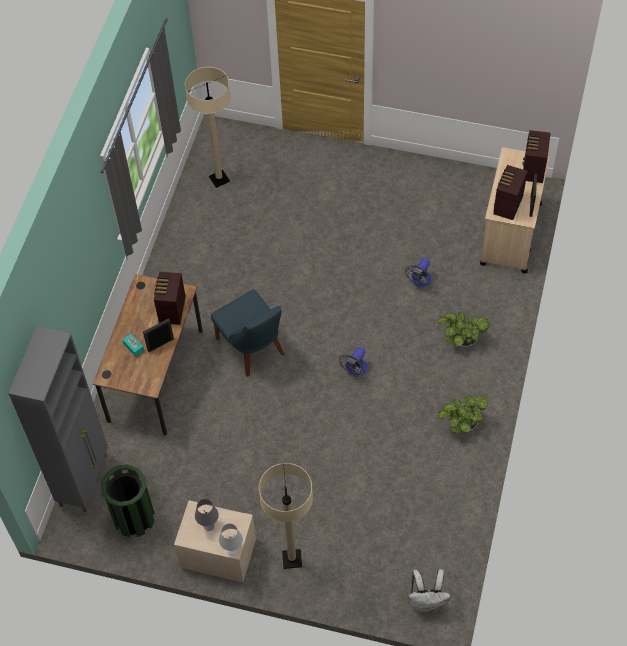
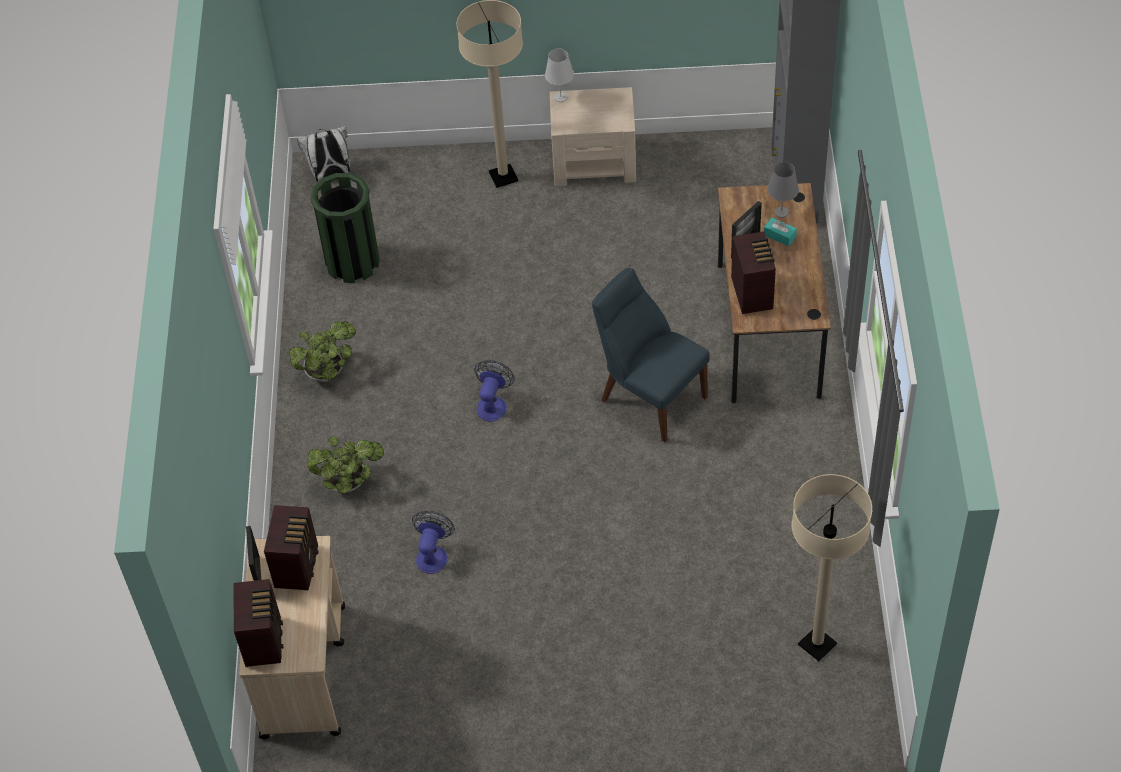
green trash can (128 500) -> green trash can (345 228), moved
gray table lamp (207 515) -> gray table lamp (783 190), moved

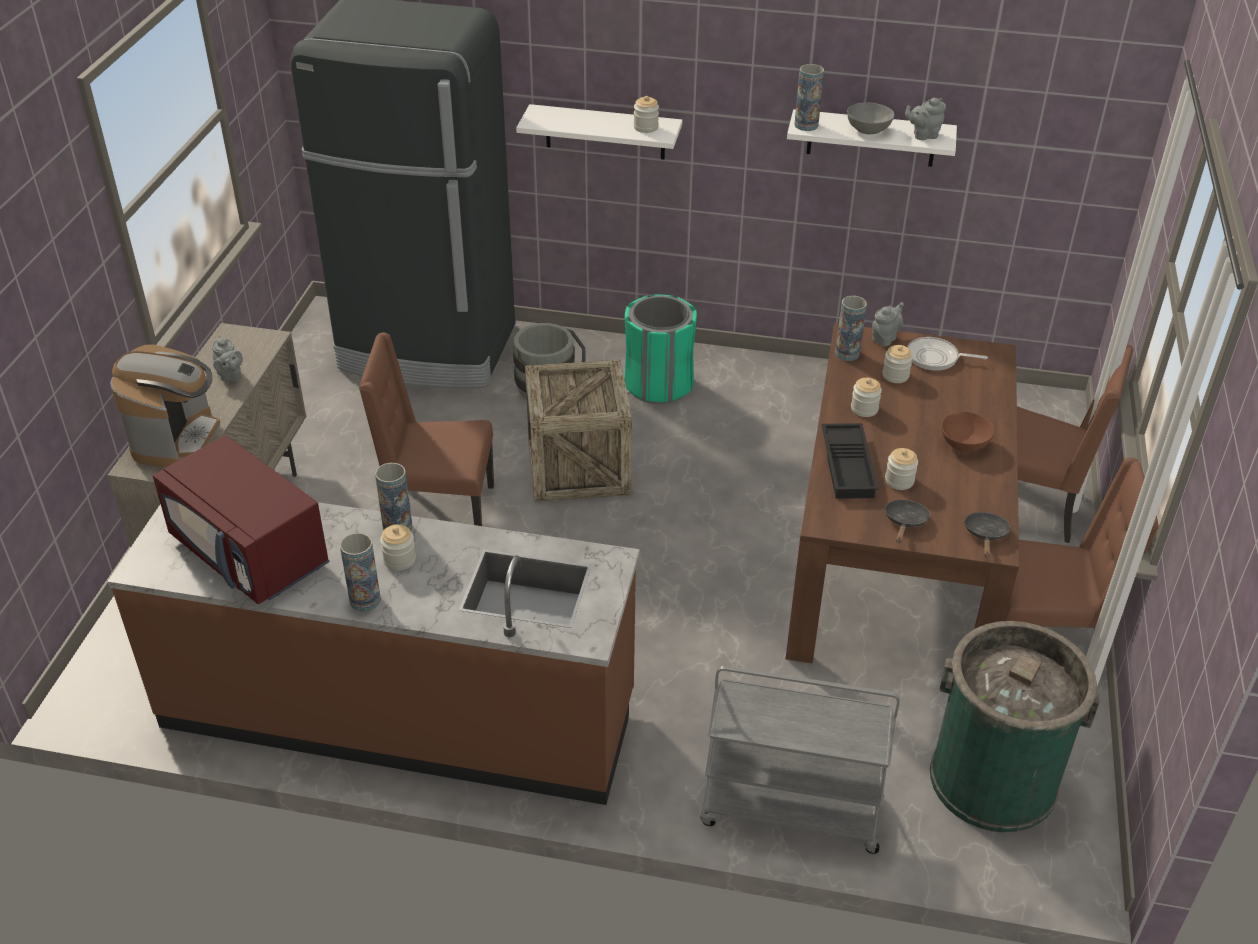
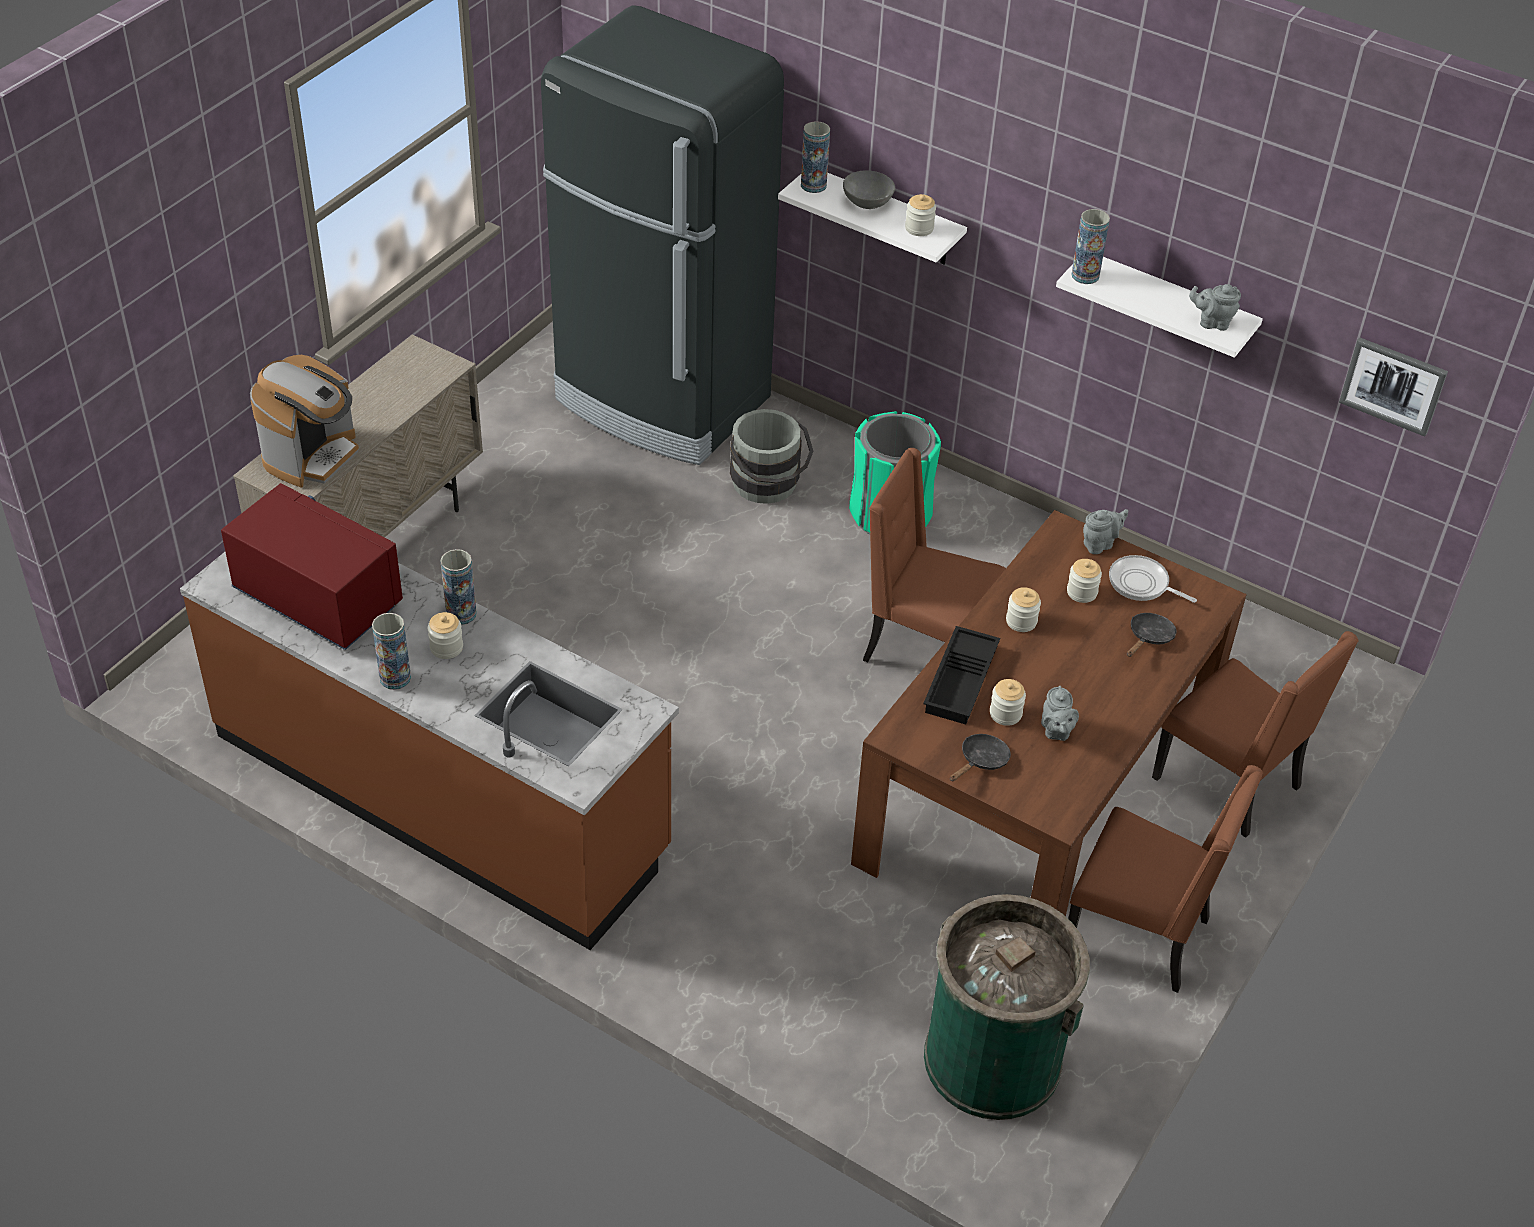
reddish kitchen microwave (241 520) -> reddish kitchen microwave (312 566), 150 degrees clockwise
vase (851 328) -> vase (815 157), moved
gray serving bowl (871 118) -> gray serving bowl (869 189), moved
brownish upright chair (426 429) -> brownish upright chair (934 555), moved
gray teapot (227 359) -> gray teapot (1060 713), moved
blackish frying pan (987 534) -> blackish frying pan (1152 635), moved
none -> wall picture (1393 387)
packing crate (578 431) -> none
gray trolley (800 760) -> none
brownish serving bowl (967 431) -> none

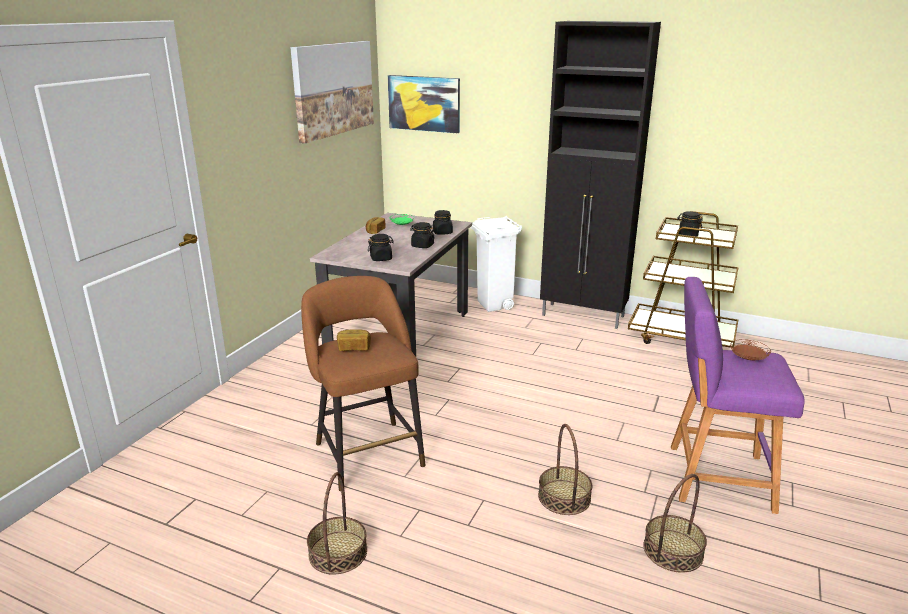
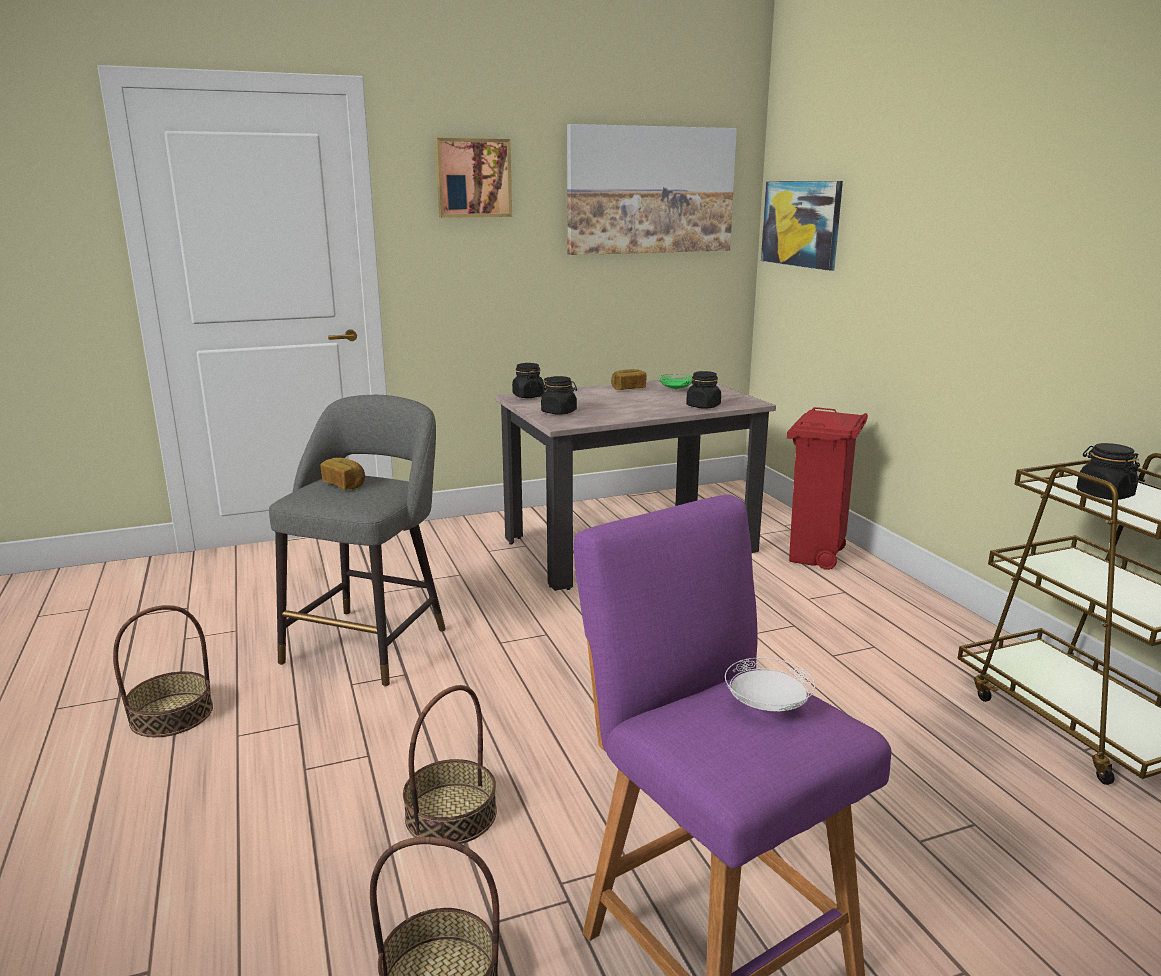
brownish stool (363 383) -> gray stool (357 540)
none -> wall picture (473 178)
blackish storage jar (422 235) -> blackish storage jar (528 380), moved
brownish plate (750 349) -> white-coloured plate (770 684)
white-coloured trash can (496 264) -> reddish trash can (827 488)
blackish cabinet (600 175) -> none

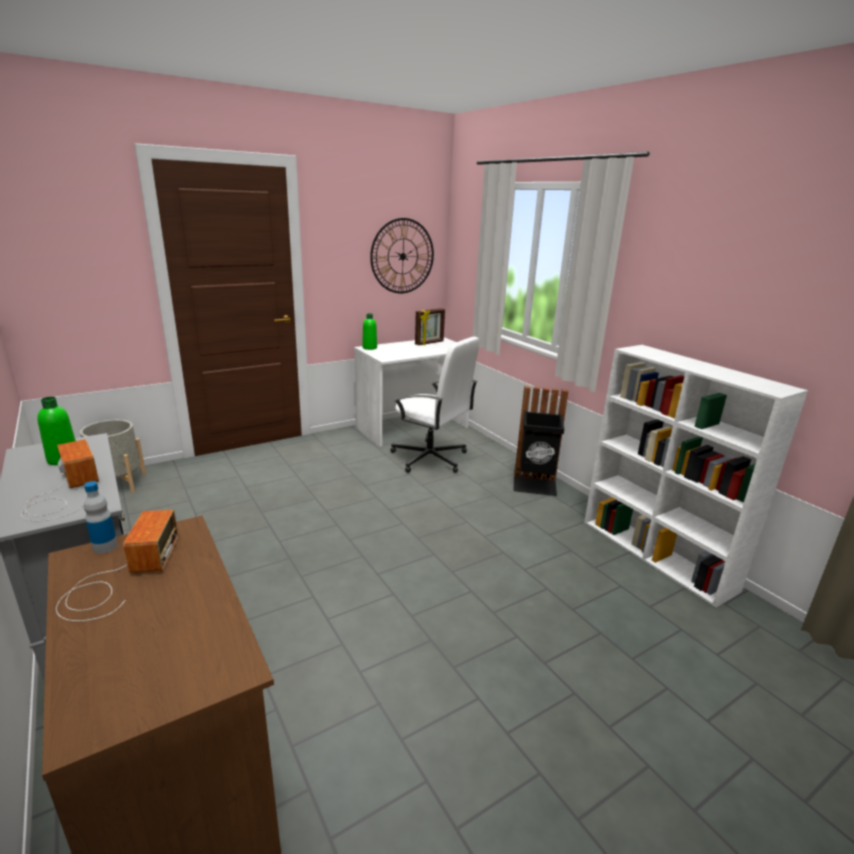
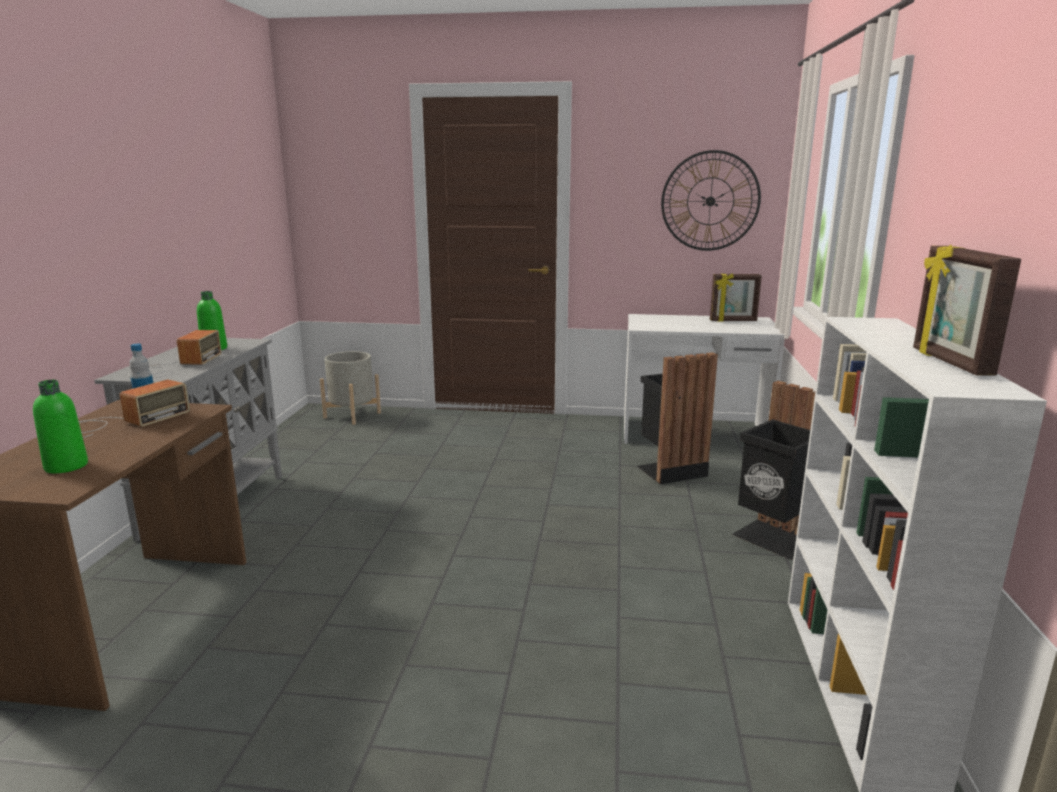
green bottle (369 331) -> green bottle (60 426), moved
white-coloured computer chair (435 405) -> blackish trash can (677 418)
none -> picture frame (967 310)

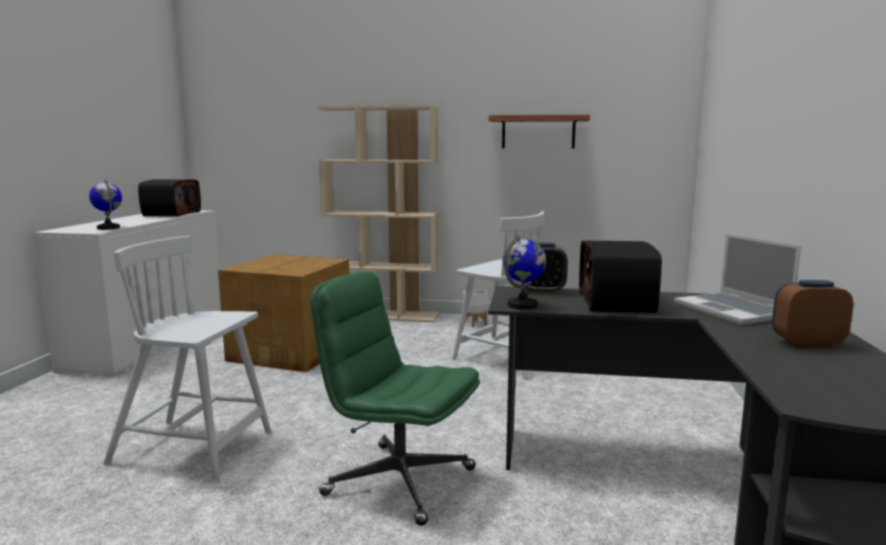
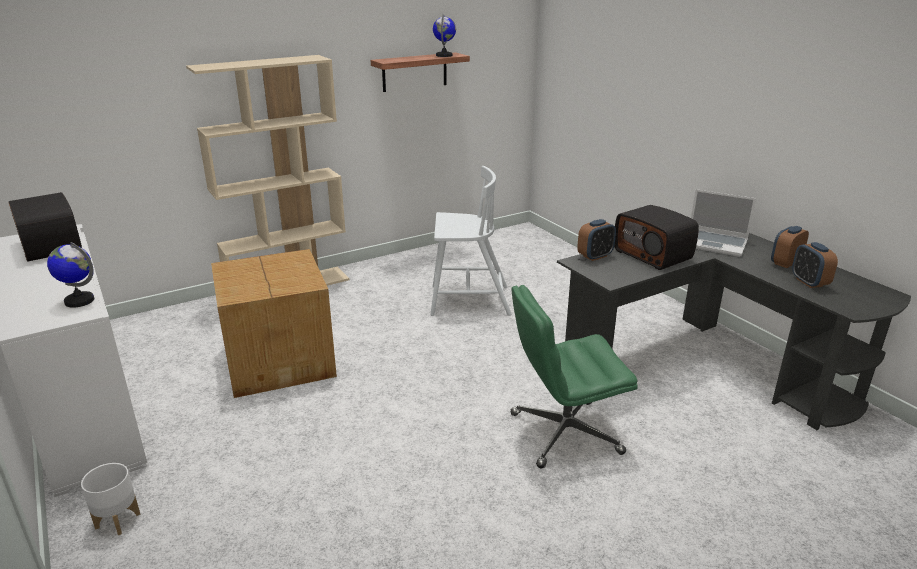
white-coloured flower pot (475 308) -> white-coloured flower pot (110 499), moved
globe (524 272) -> globe (444 35), moved
none -> bedside clock (815 265)
white-coloured upright chair (187 358) -> none

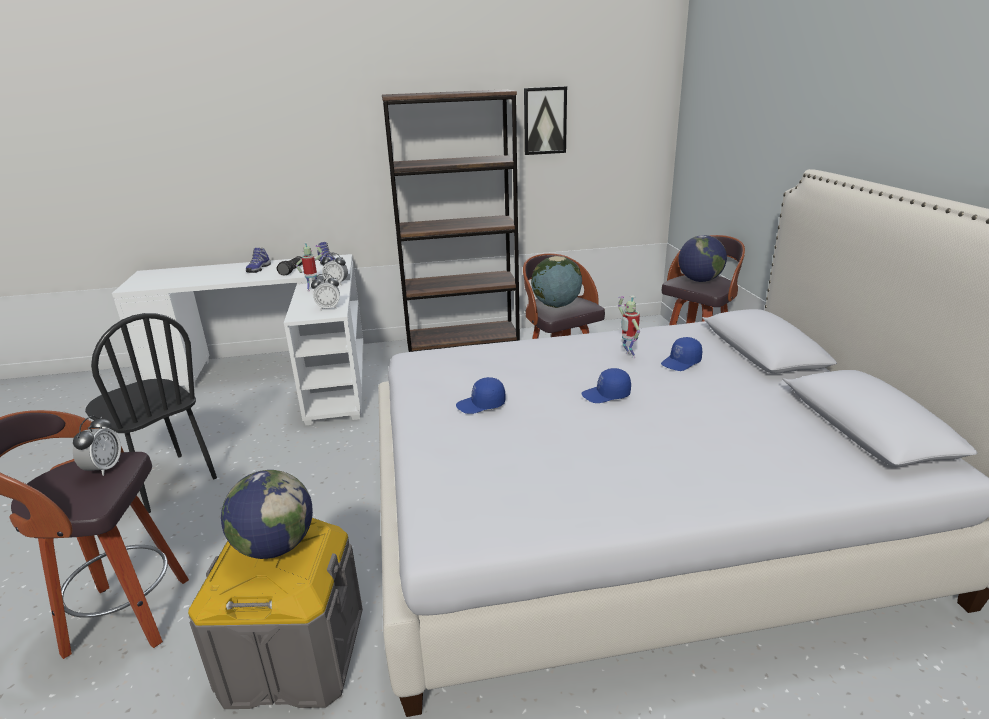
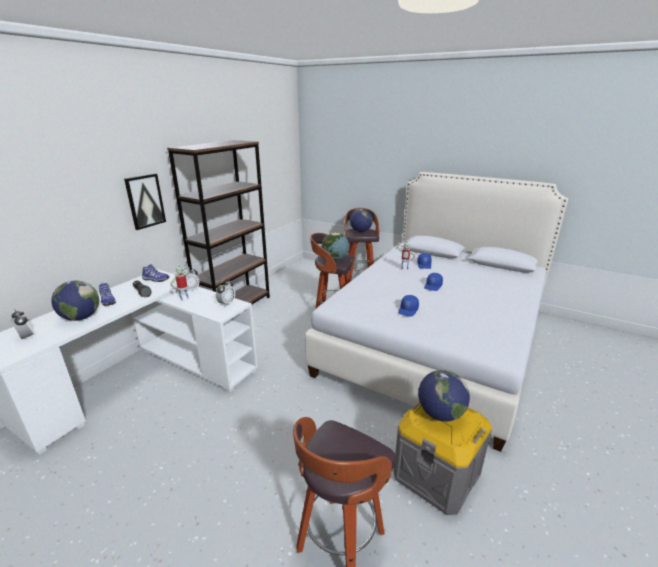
bedside clock (97 446) -> bedside clock (22 324), moved
none -> globe (75 300)
wall picture (545 120) -> wall picture (145 201), moved
blackish upright chair (151 413) -> none

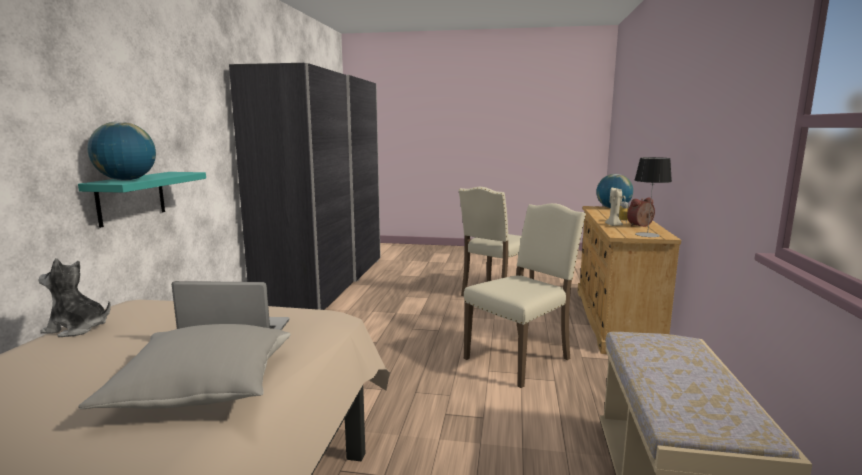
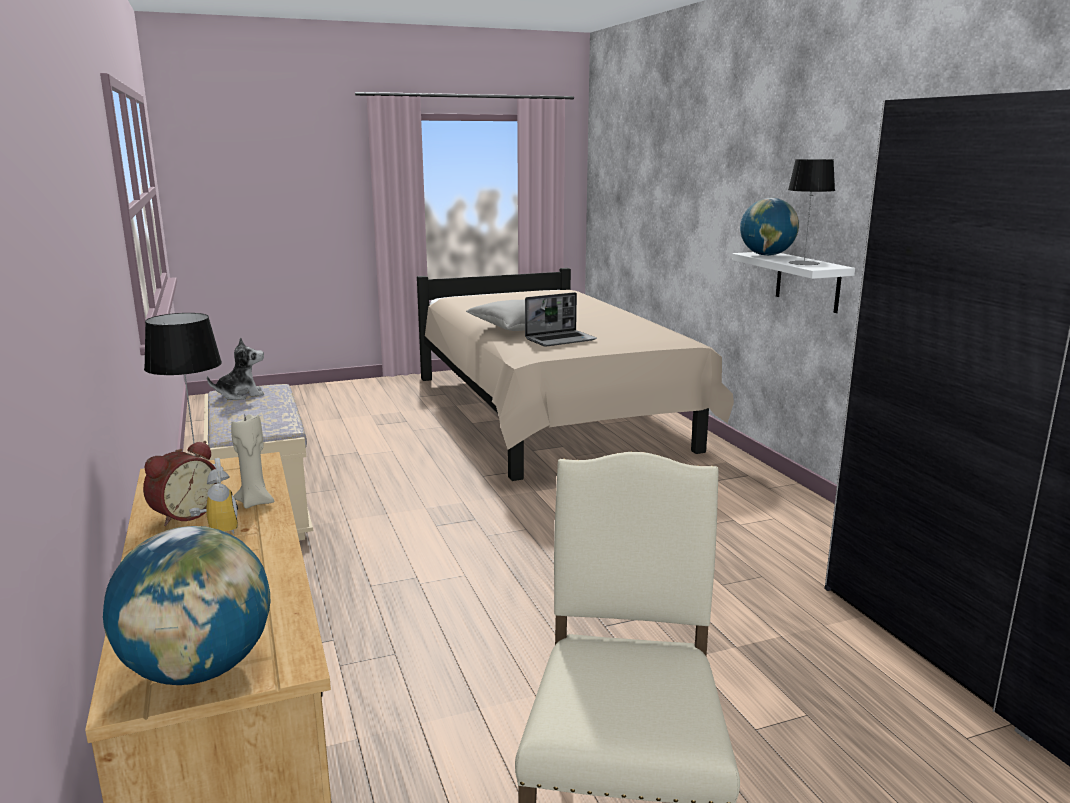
plush toy (75 297) -> plush toy (235 369), moved
turquoise-coloured bracket shelf (142 200) -> white-coloured bracket shelf (793 282)
none -> table lamp (811 212)
beige upright chair (525 295) -> none

